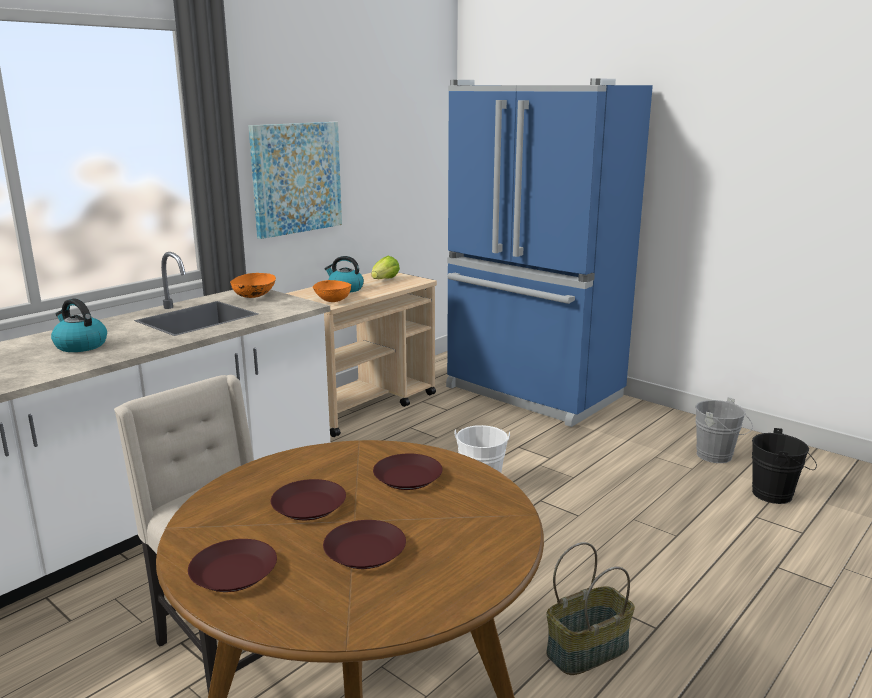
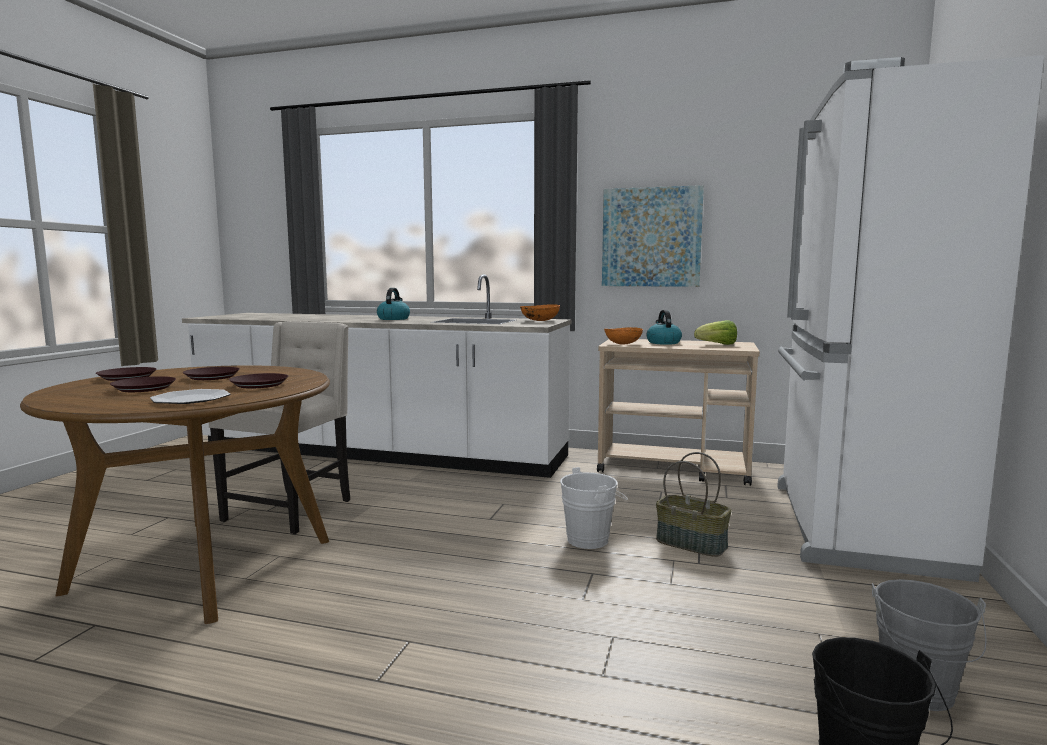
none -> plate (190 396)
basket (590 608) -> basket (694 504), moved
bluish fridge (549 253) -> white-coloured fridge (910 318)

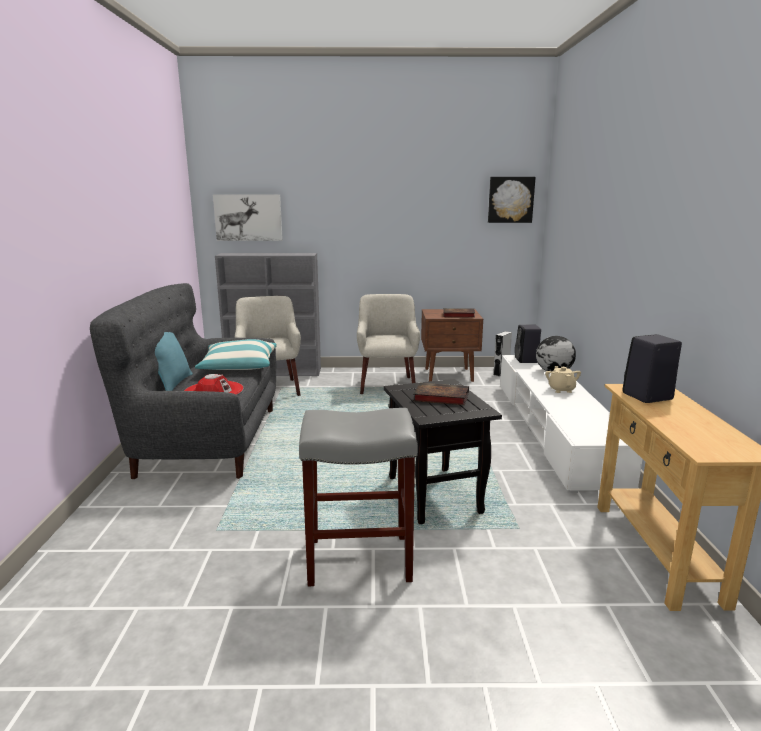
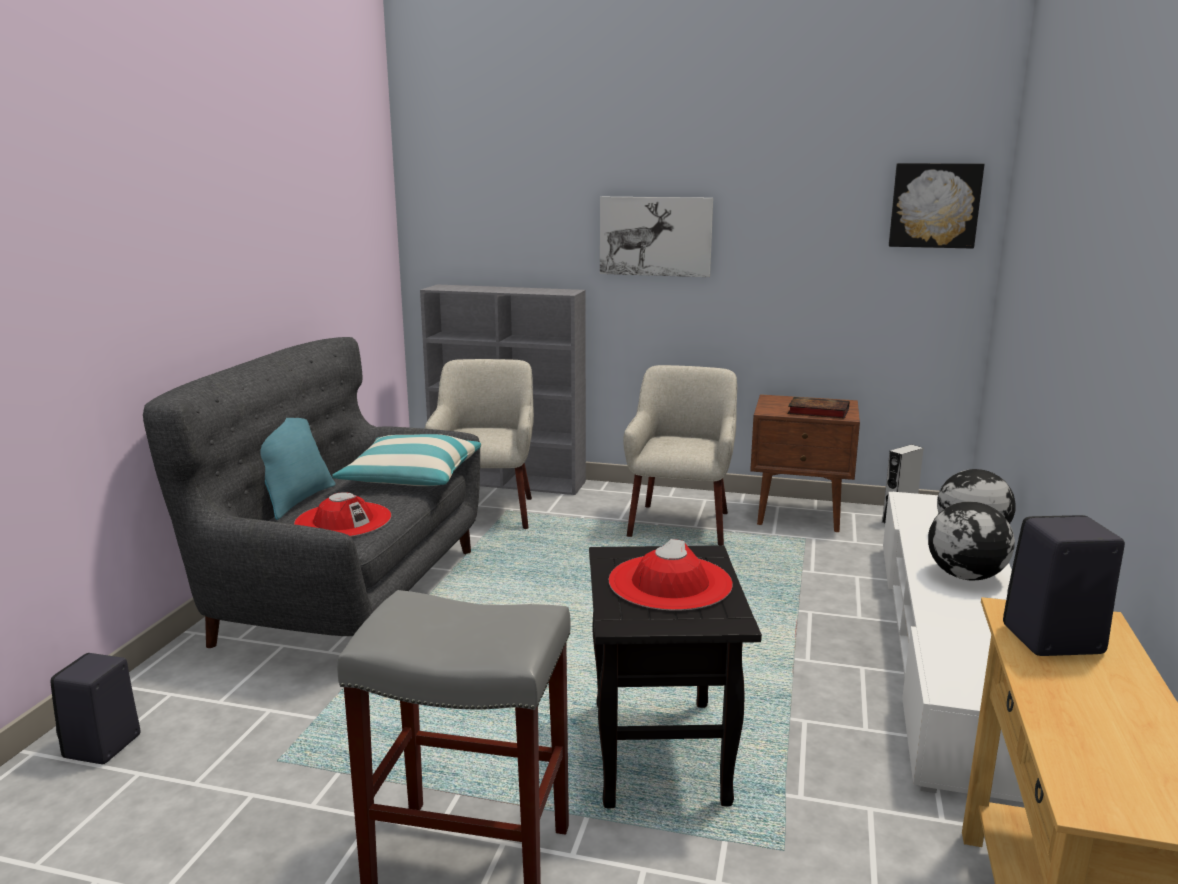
blackish loudspeaker (528 344) -> blackish loudspeaker (96 708), moved
wall picture (248 217) -> wall picture (656 237), moved
bound book (441 394) -> reddish clothing hat (670 575)
beige teapot (563 379) -> globe (971 540)

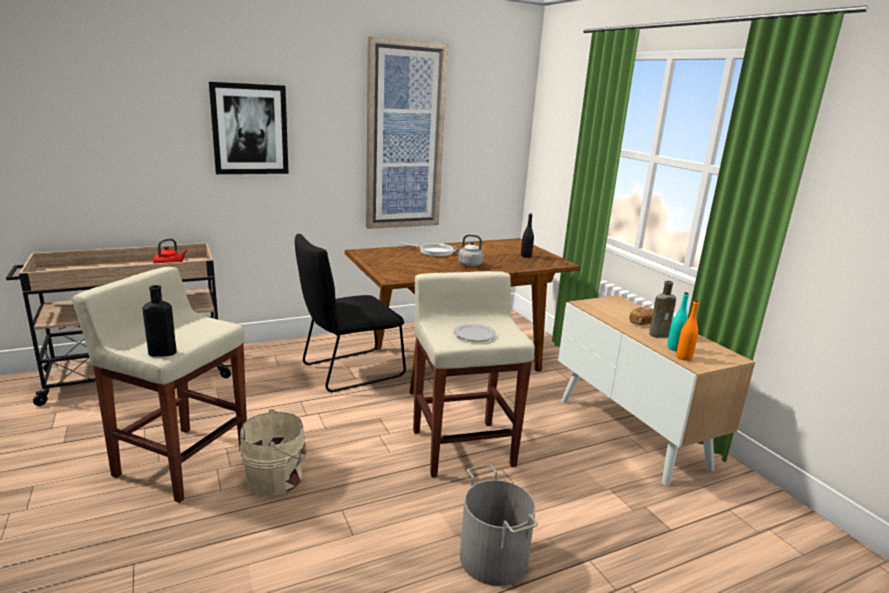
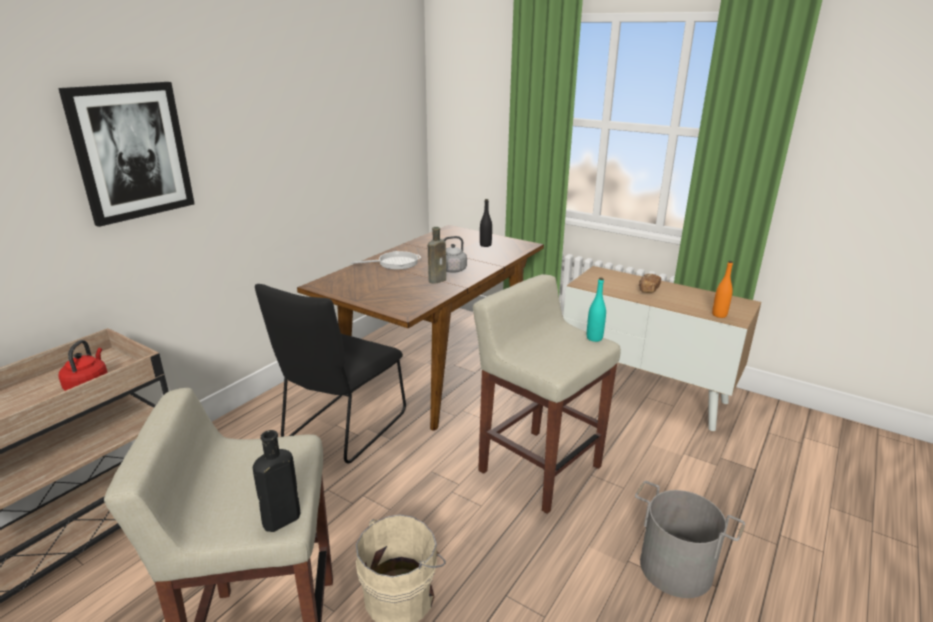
brownish bottle (662 309) -> brownish bottle (437 255), moved
turquoise-coloured bottle (678 321) -> turquoise-coloured bottle (596 310), moved
wall picture (407 132) -> none
plate (474 332) -> none

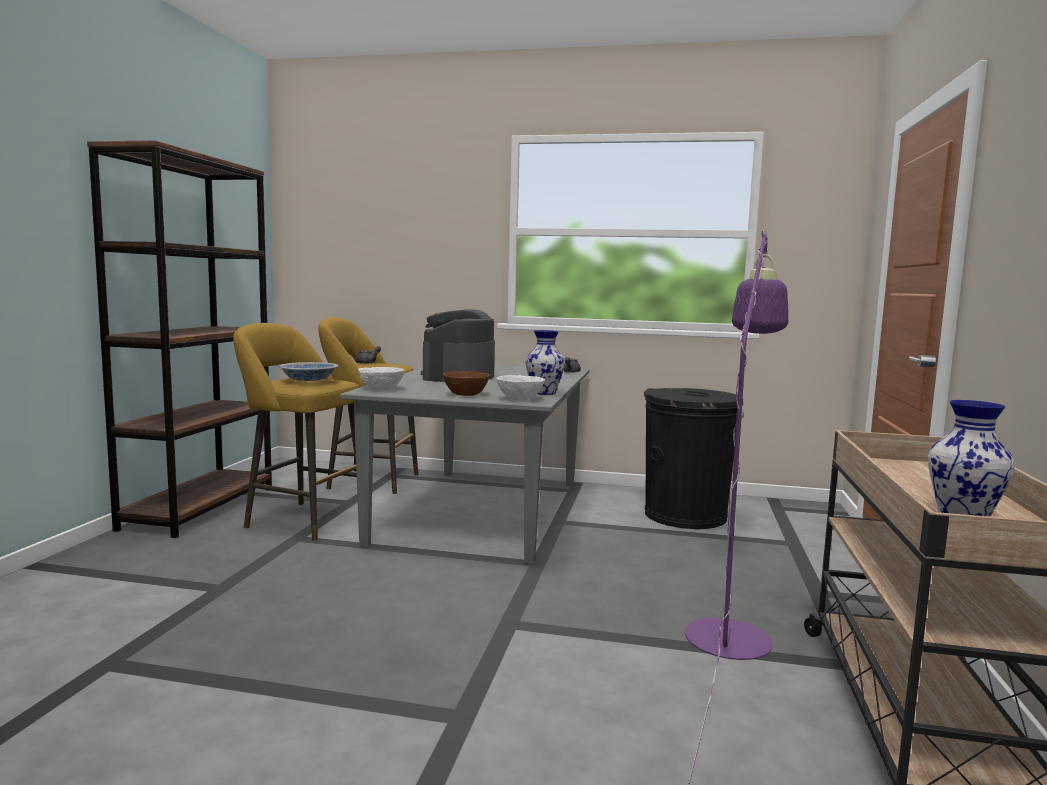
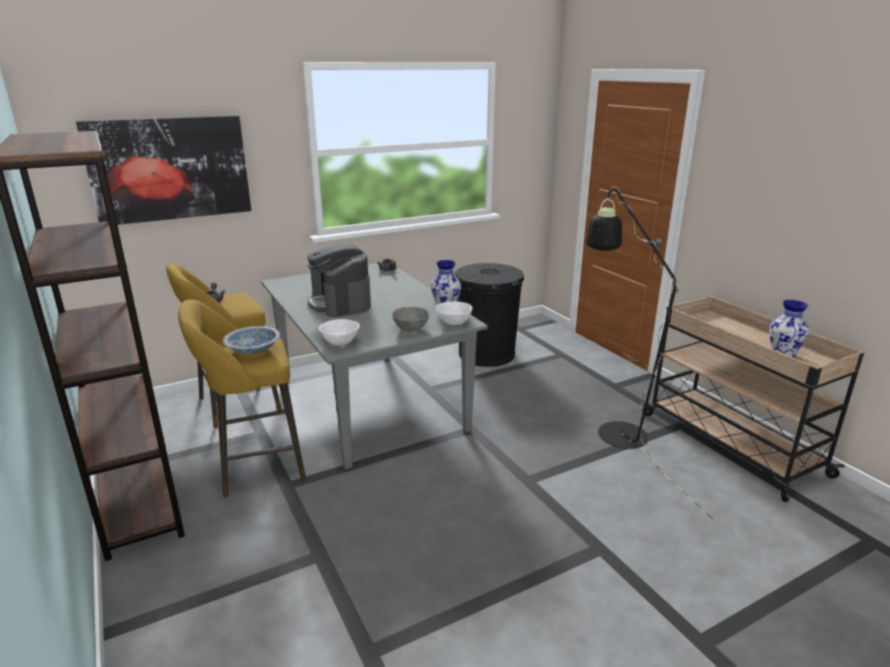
none -> wall picture (163 170)
brownish serving bowl (466 383) -> gray serving bowl (411 319)
purple standing lamp (736 507) -> blackish standing lamp (651 354)

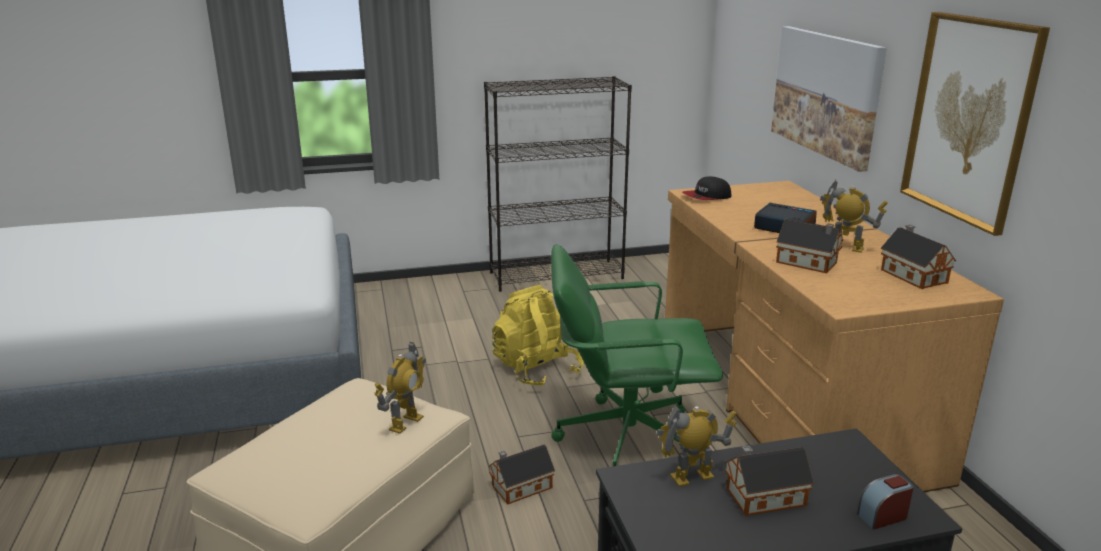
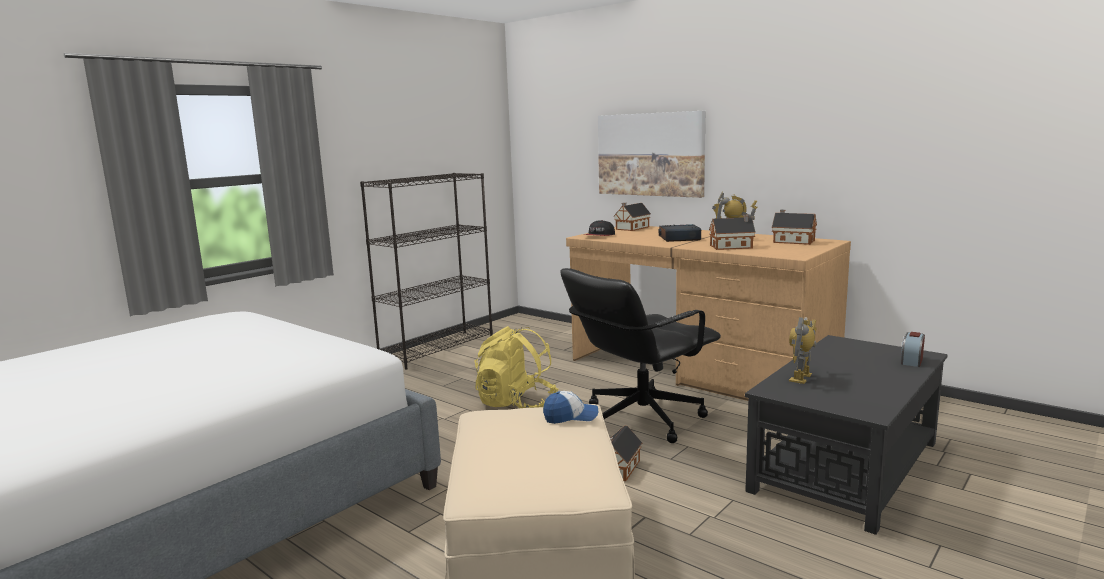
toy robot (400 388) -> cap (570 407)
green computer chair (637 355) -> blackish computer chair (641 355)
toy house (769 481) -> toy house (632 217), moved
wall picture (975 124) -> none

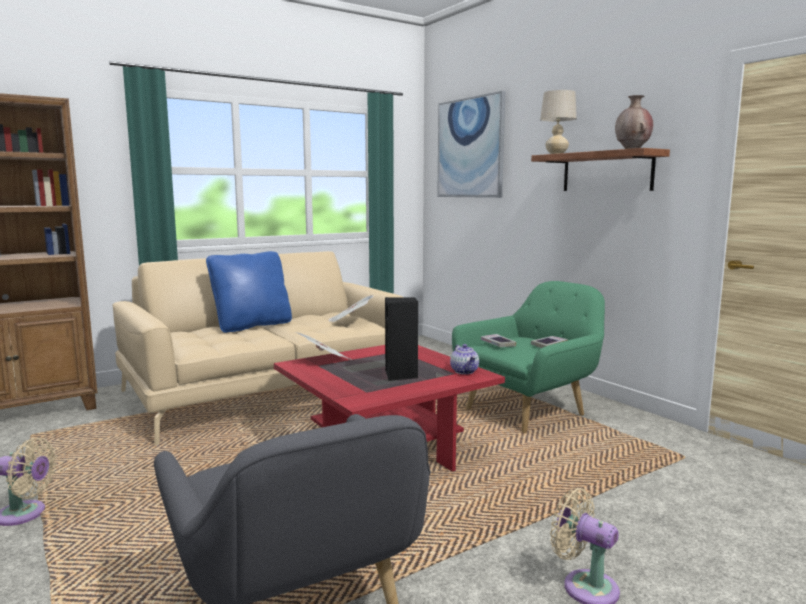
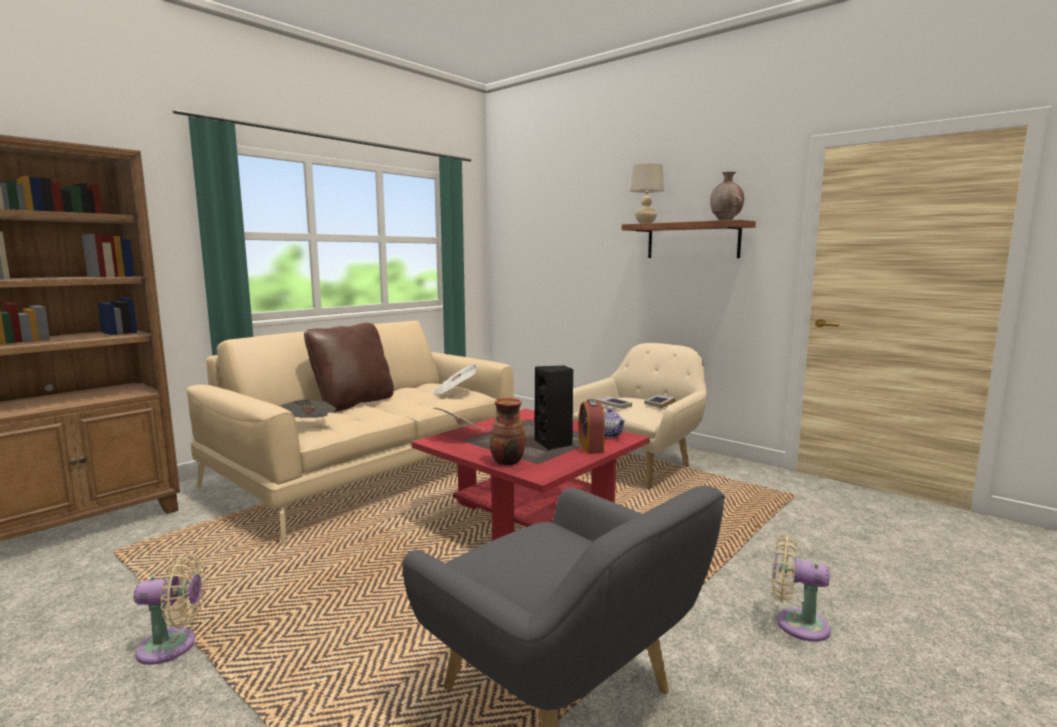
none -> printed paper (308 409)
bluish cushion (249 292) -> brownish cushion (349 367)
none -> vase (507 432)
green lounge chair (528 357) -> beige lounge chair (640 415)
none -> bedside clock (592 426)
wall picture (471 144) -> none

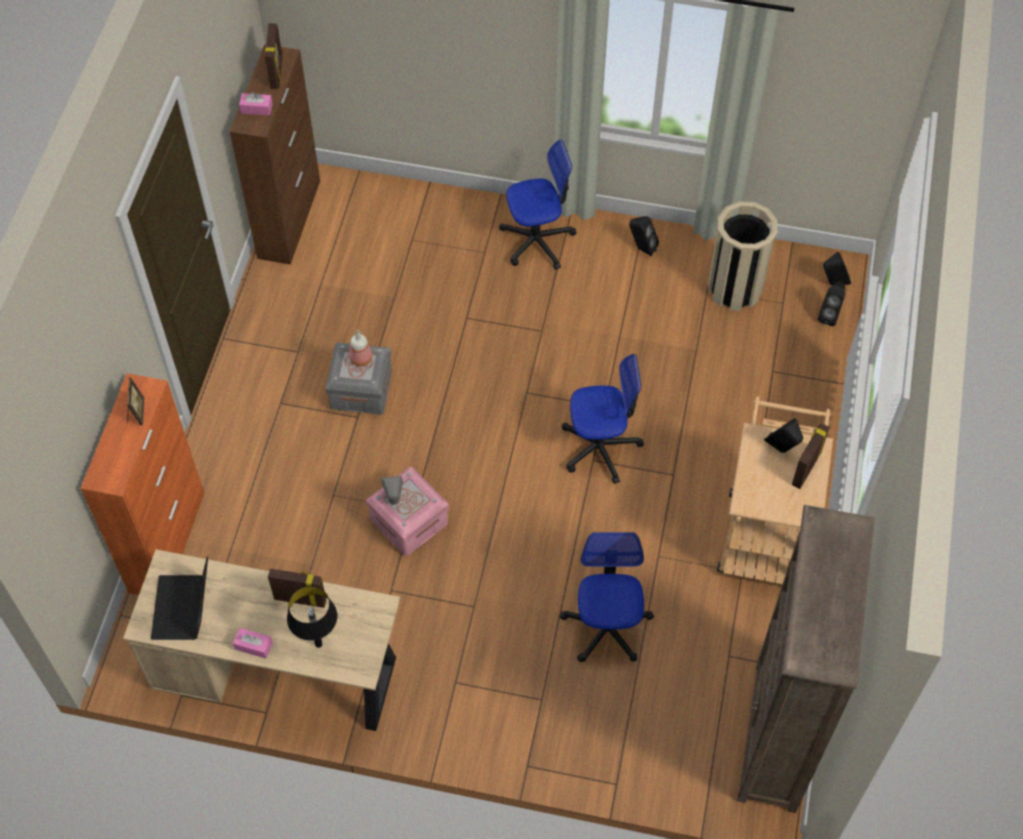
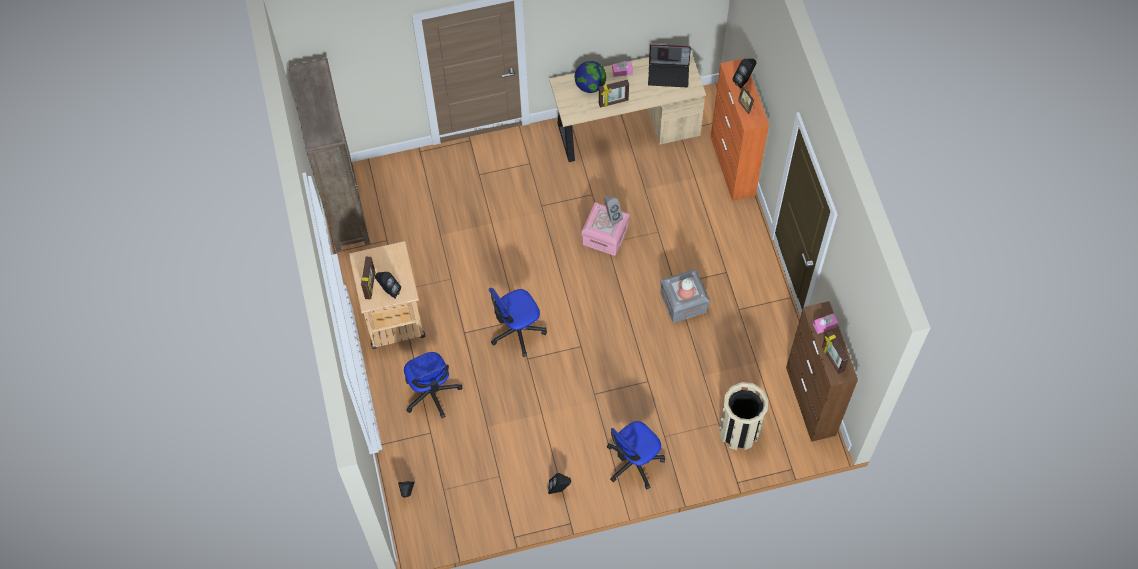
computer chair (607 597) -> computer chair (433 385), moved
blackish table lamp (312 617) -> globe (590 77)
laptop (179 598) -> laptop (669 65), 120 degrees clockwise
beige trash can (743 256) -> beige trash can (743 416), moved
blackish loudspeaker (837 268) -> blackish loudspeaker (744 73), moved

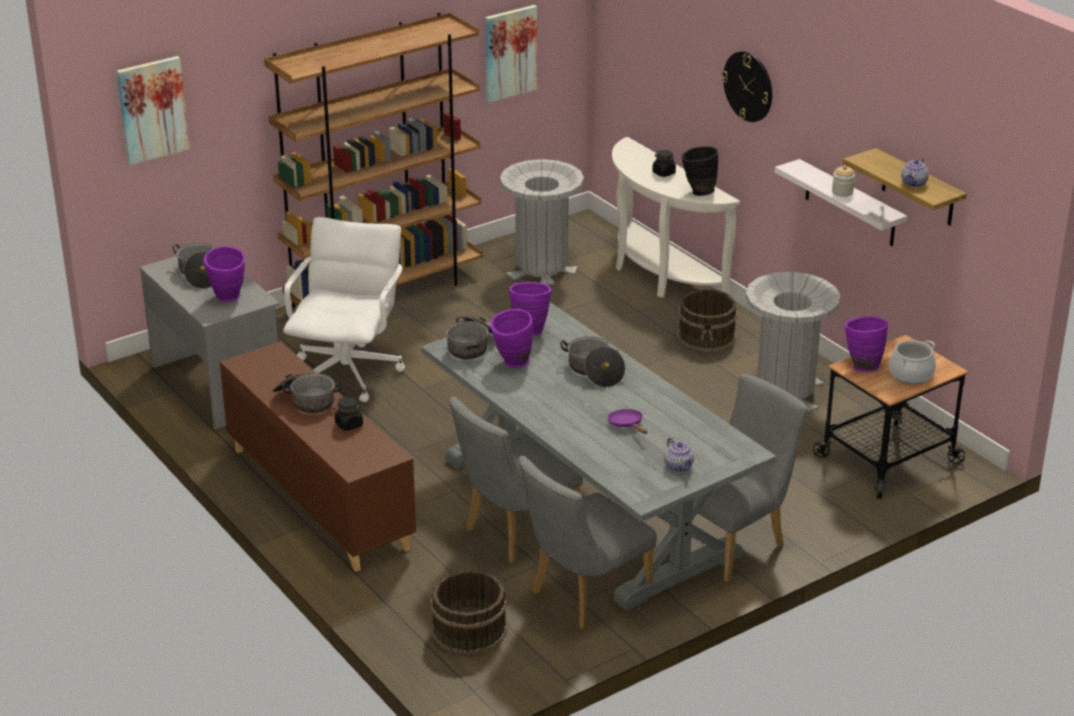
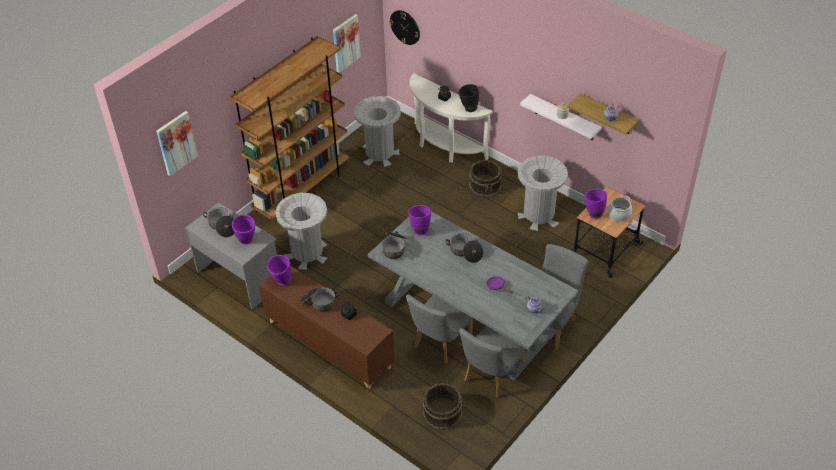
purple vase (511 338) -> purple vase (279 270), moved
white-coloured computer chair (344 309) -> gray trash can (301 231)
clock on the wall (747 86) -> clock on the wall (404 27), moved

